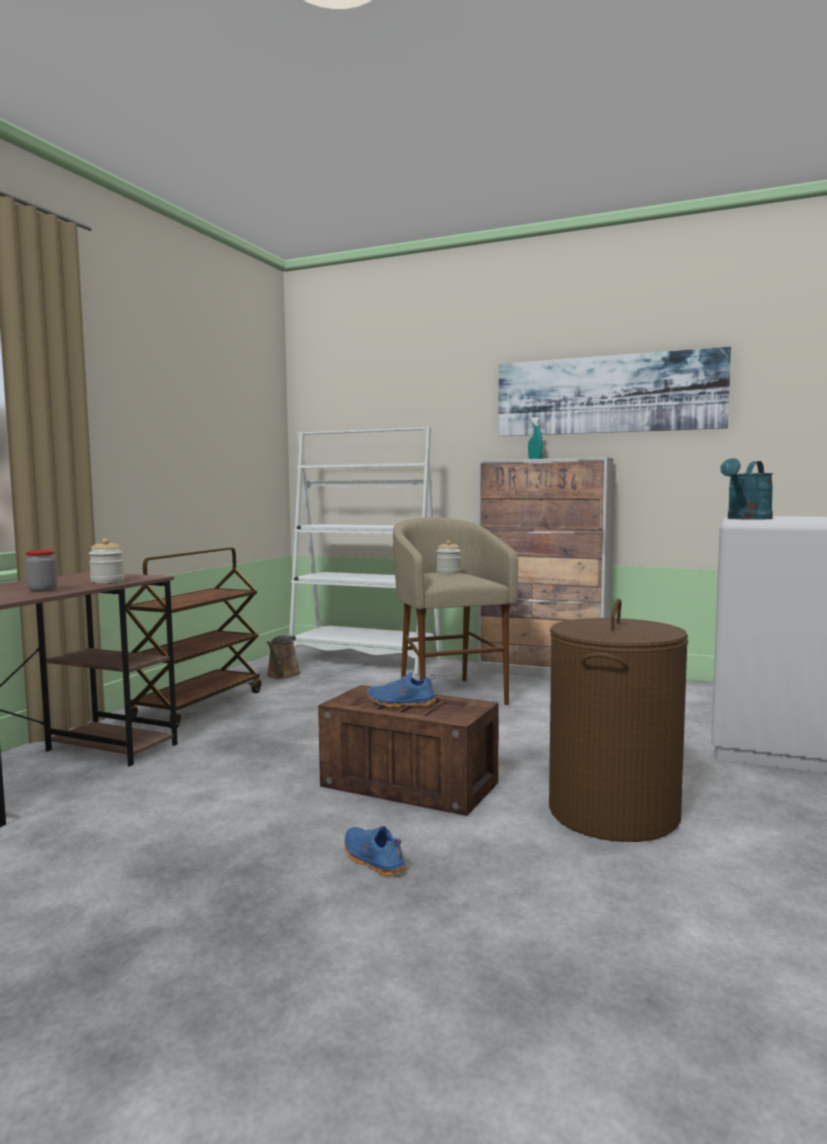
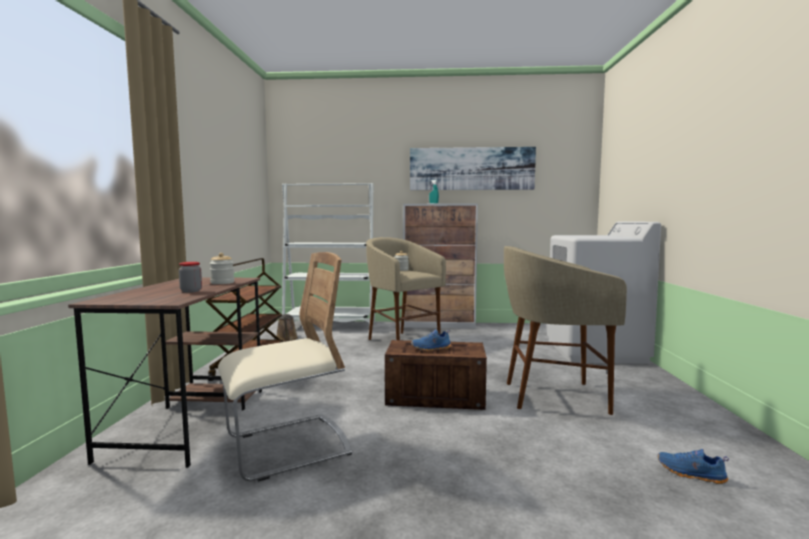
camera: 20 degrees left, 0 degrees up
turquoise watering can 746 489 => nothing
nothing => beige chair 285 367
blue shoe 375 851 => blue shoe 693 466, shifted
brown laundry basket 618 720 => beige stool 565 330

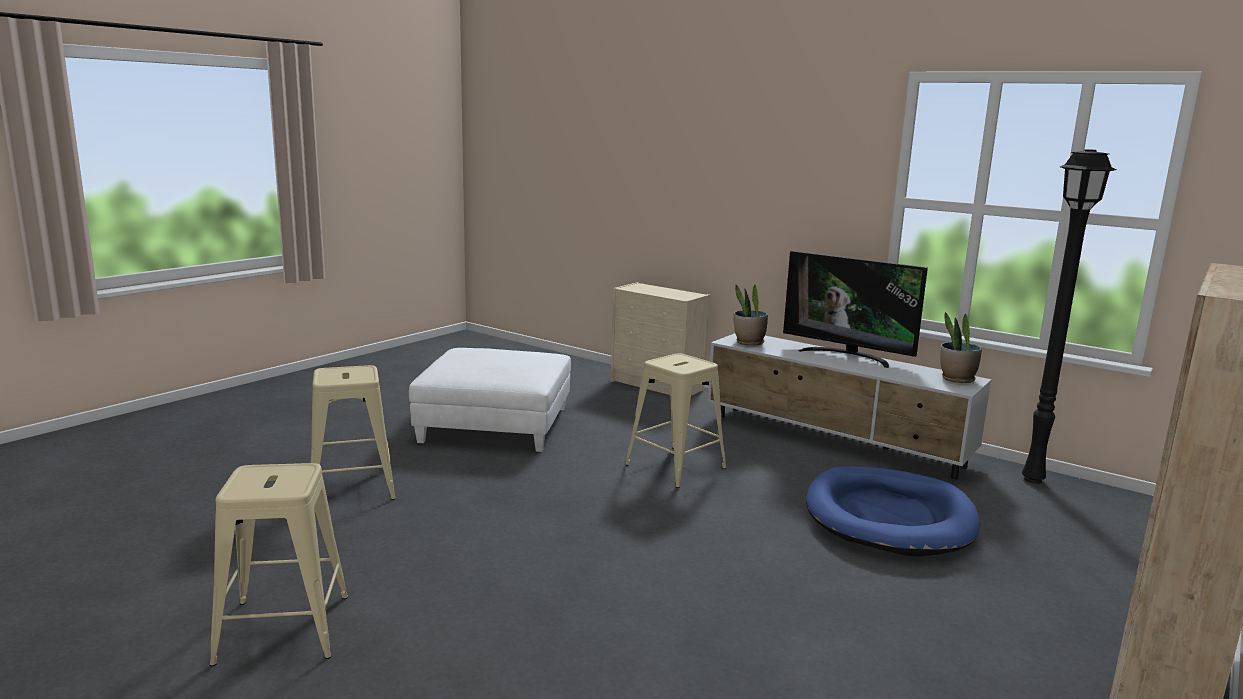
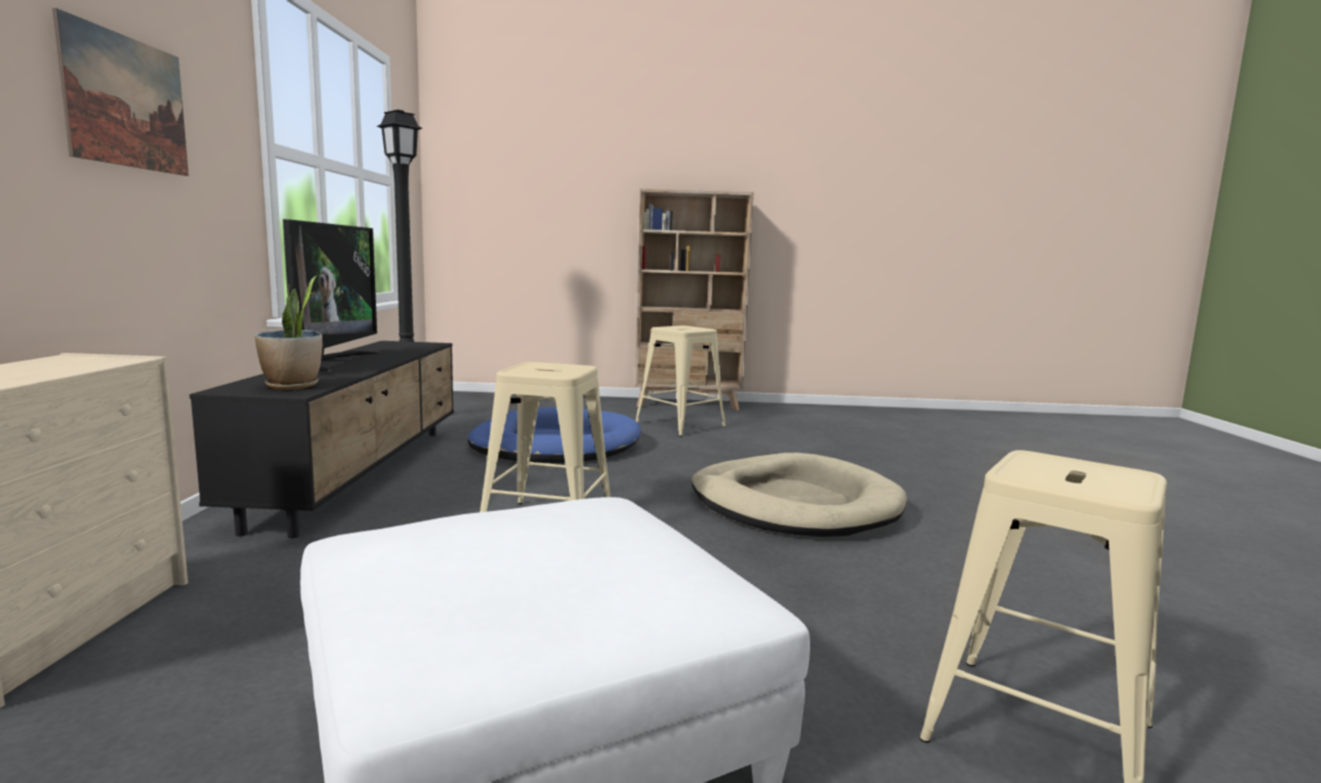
camera: 125 degrees left, 5 degrees down
potted plant 961 347 => nothing
nothing => picture 120 92
nothing => beige dog bed 799 495
beige stool 279 564 => beige stool 681 381, shifted
white tv stand 849 406 => black tv stand 321 439

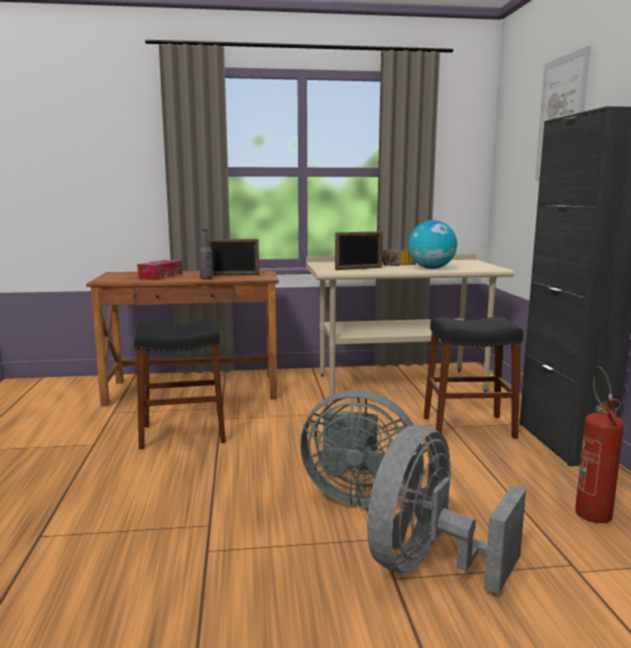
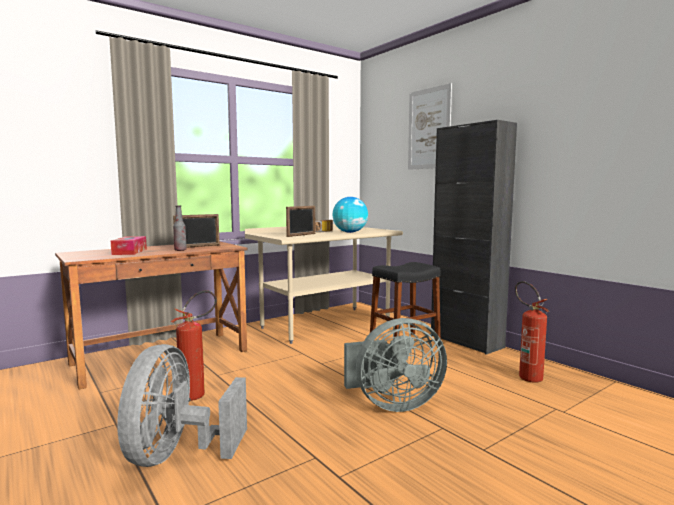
camera: 30 degrees left, 5 degrees down
grey fan 446 510 => grey fan 182 405, shifted
black stool 180 384 => fire extinguisher 194 345

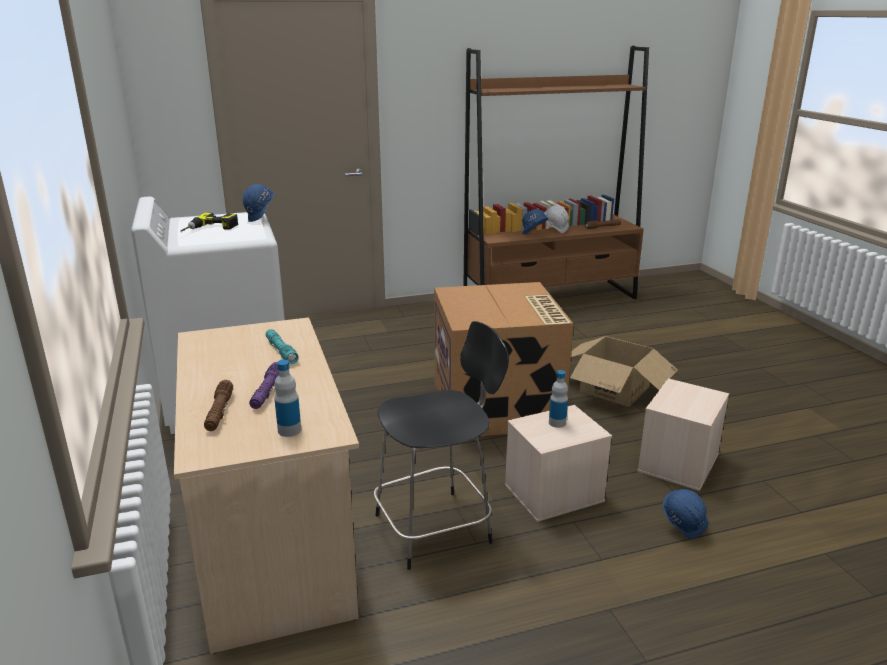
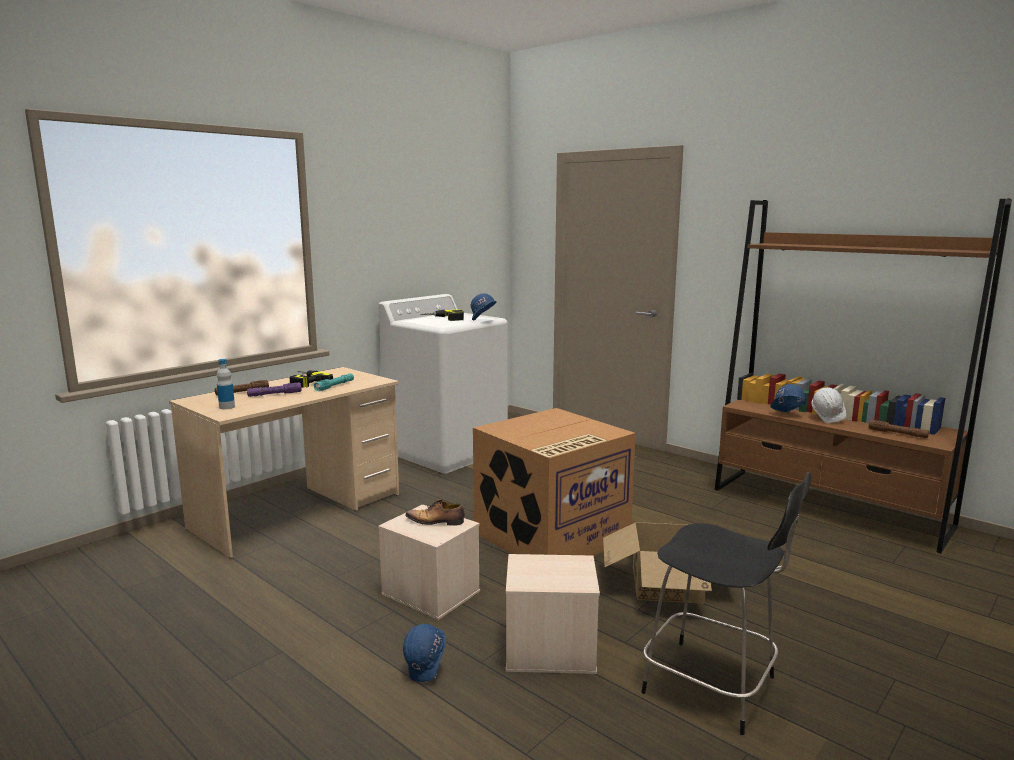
camera: 60 degrees right, 10 degrees down
nothing => power drill 311 379
black stool 441 445 => black stool 726 603, shifted
bottle 558 399 => shoe 435 512

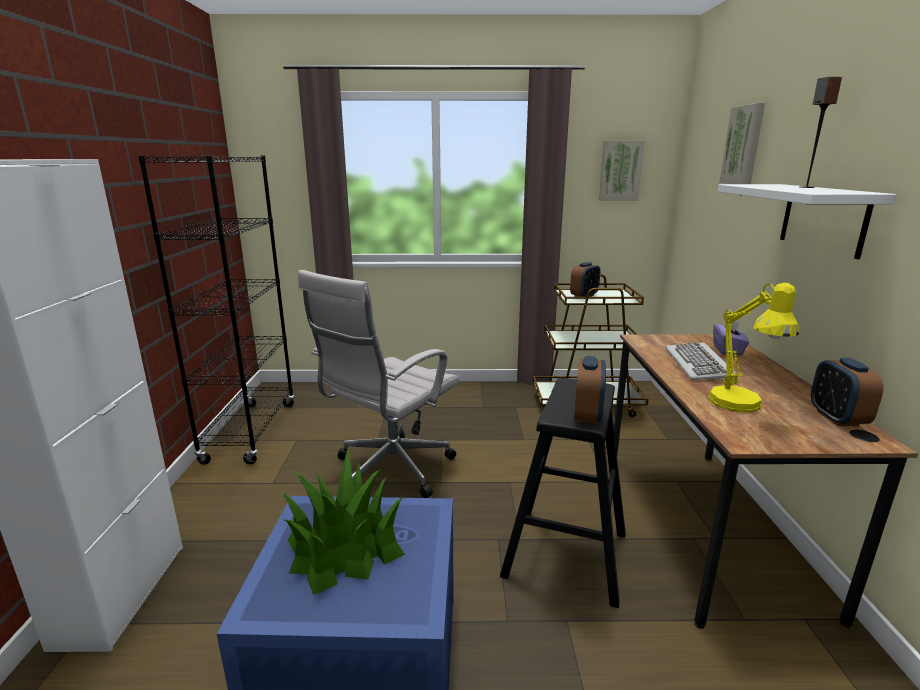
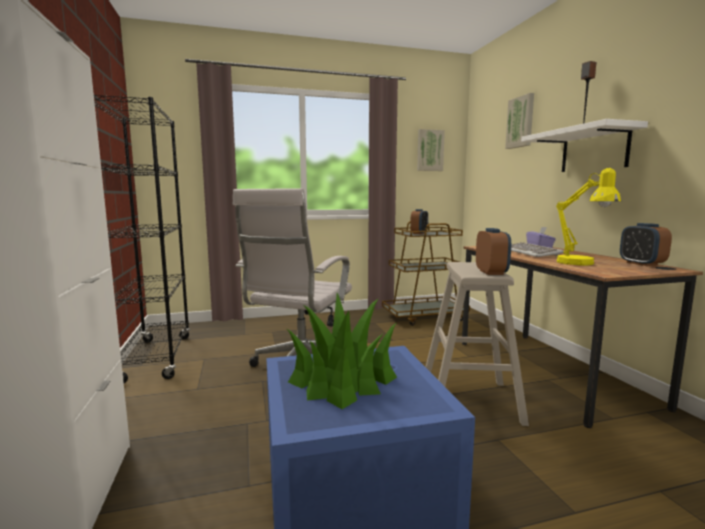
camera: 15 degrees left, 10 degrees down
black stool 563 493 => beige stool 477 344

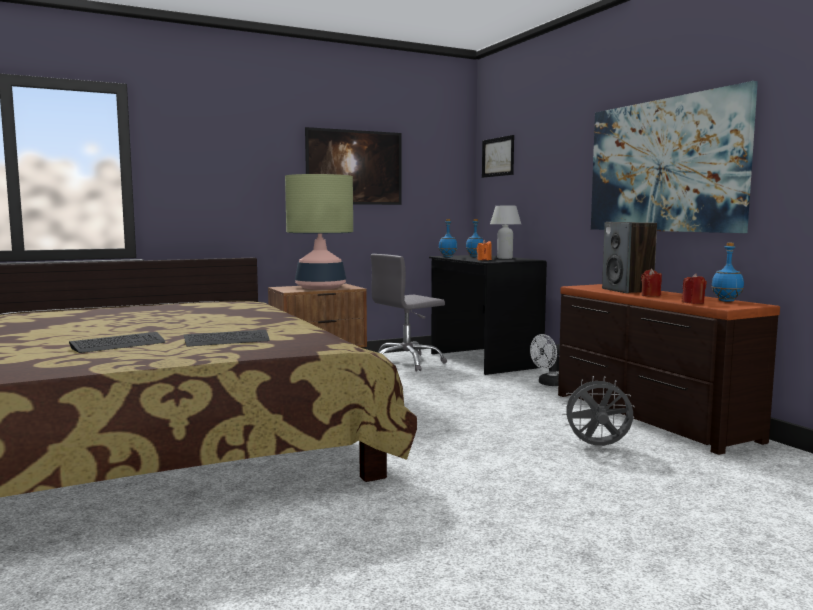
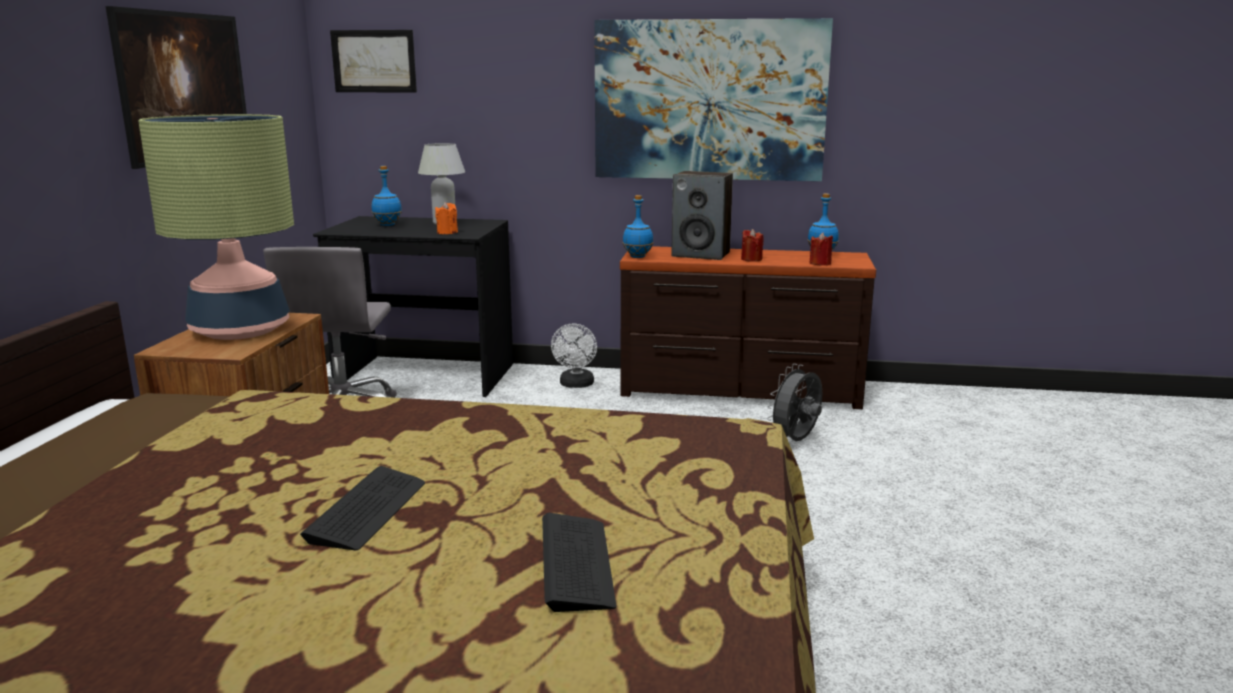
camera: 55 degrees left, 10 degrees up
keyboard 227 338 => keyboard 362 508, shifted
blue bottle 448 238 => blue bottle 638 226, shifted

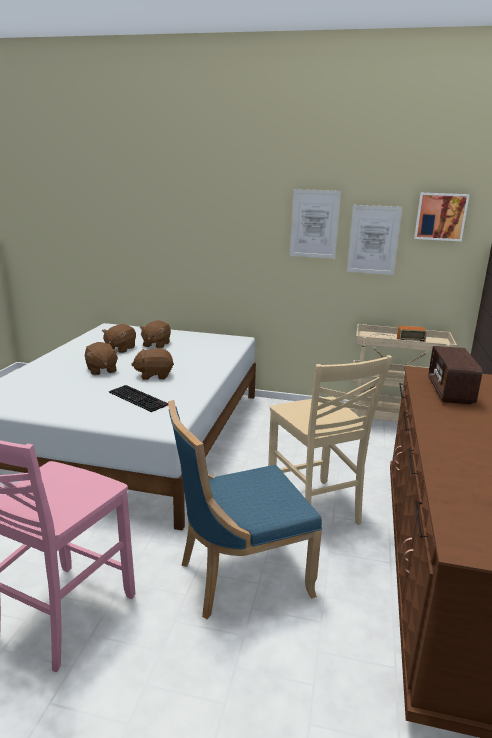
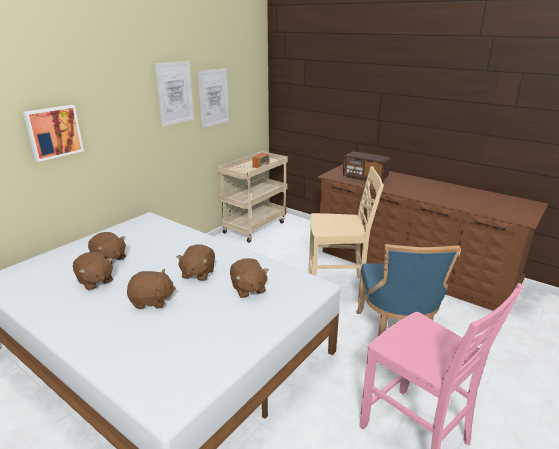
camera: 65 degrees left, 5 degrees up
picture 442 217 => picture 53 133, shifted
keyboard 139 398 => brown plush toy 249 278

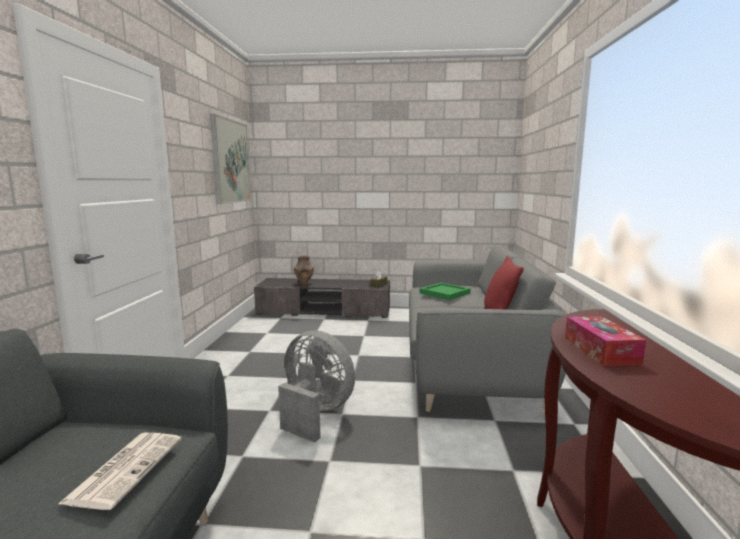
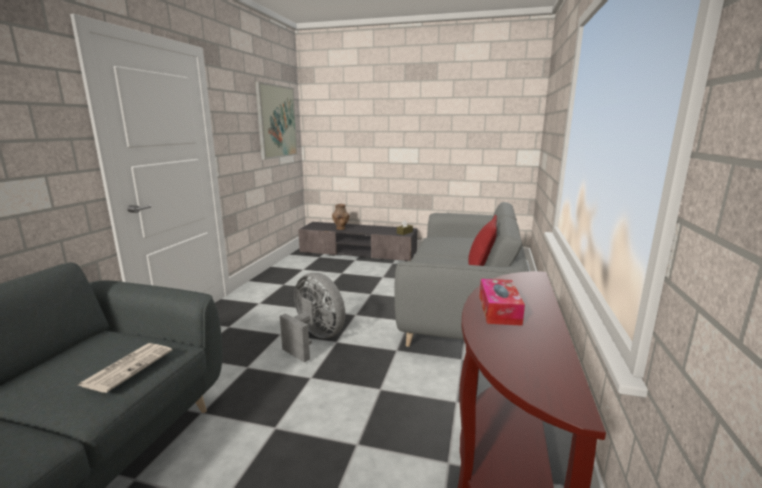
camera: 10 degrees right, 5 degrees up
green tray 445 291 => nothing

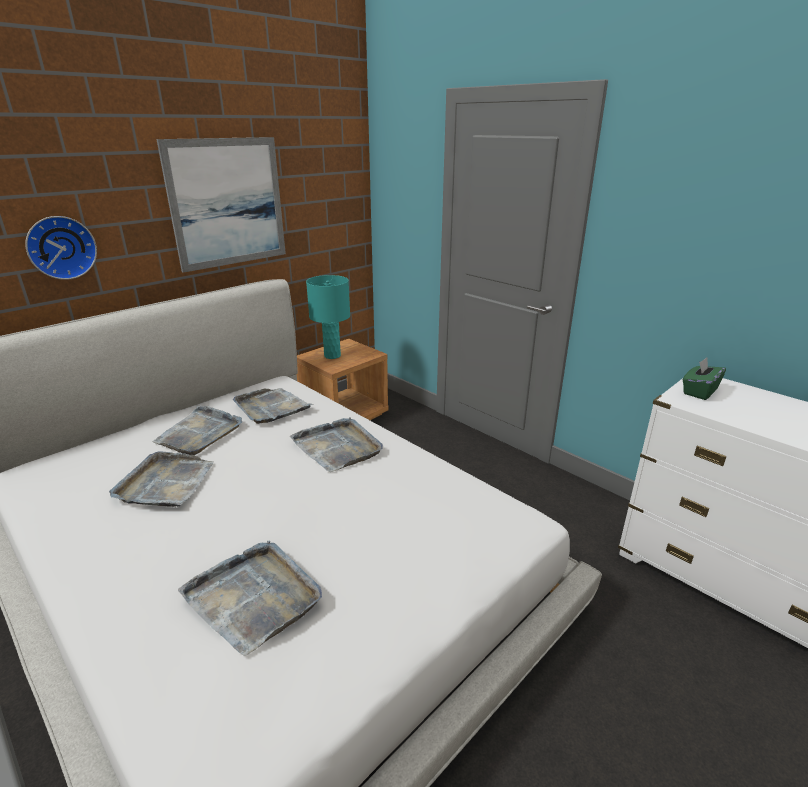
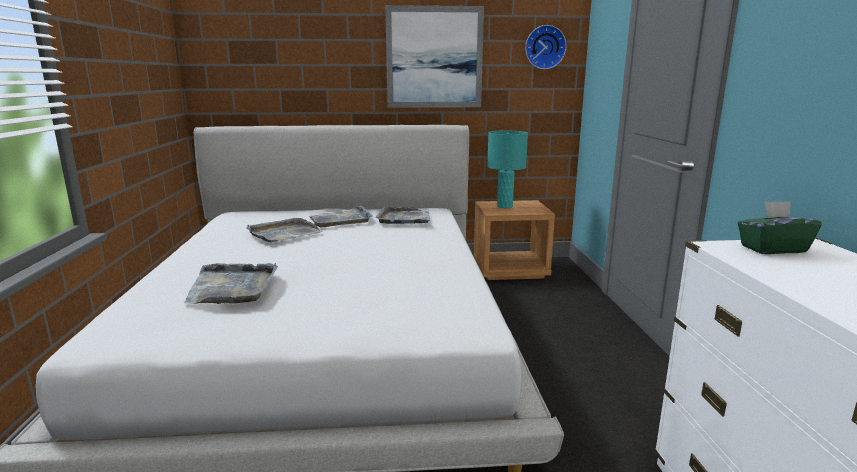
camera: 40 degrees right, 10 degrees down
grey tray 336 444 => nothing
wall clock 61 248 => wall clock 545 47, shifted

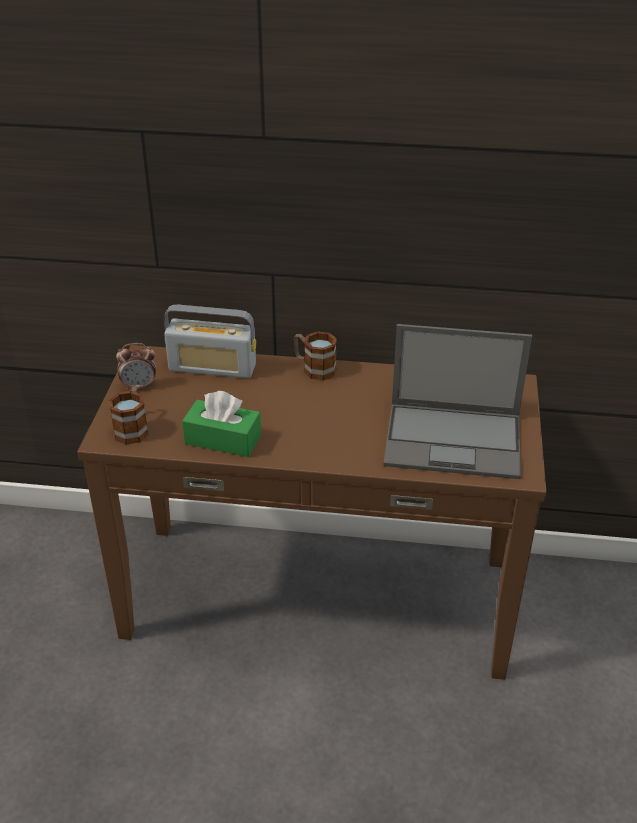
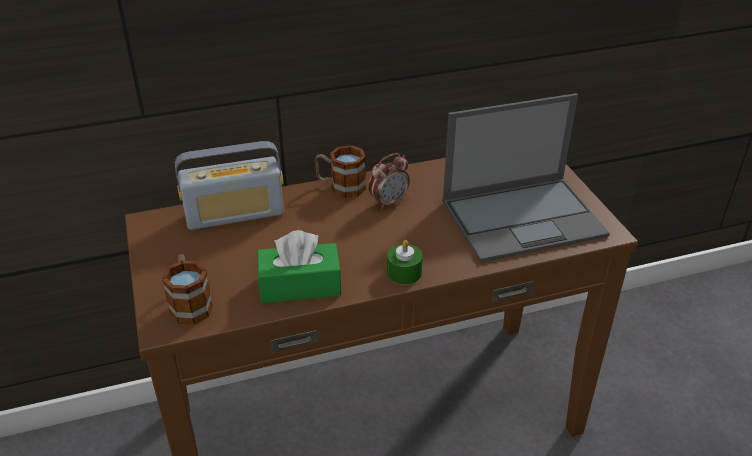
camera: 25 degrees left, 0 degrees up
nothing => green candle 405 262
alarm clock 136 367 => alarm clock 389 181, shifted

